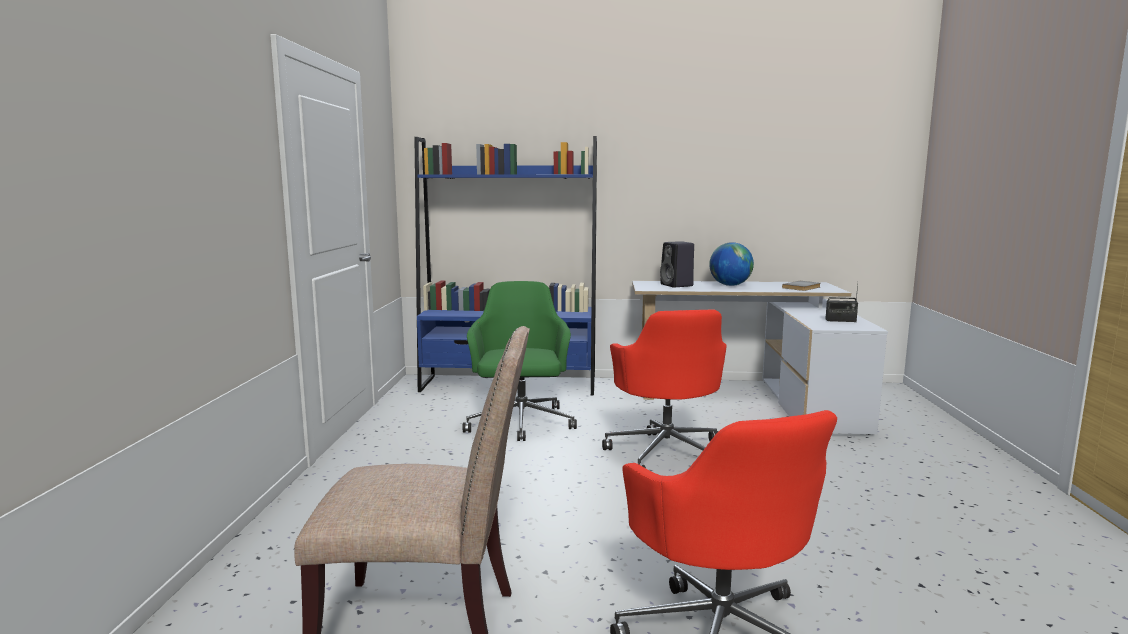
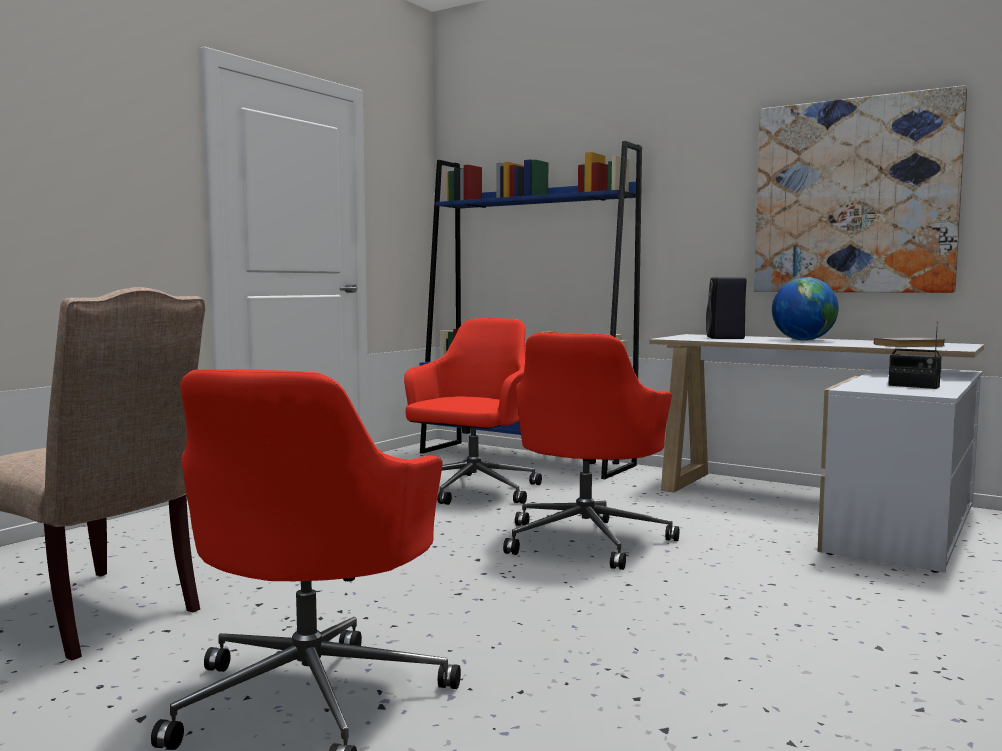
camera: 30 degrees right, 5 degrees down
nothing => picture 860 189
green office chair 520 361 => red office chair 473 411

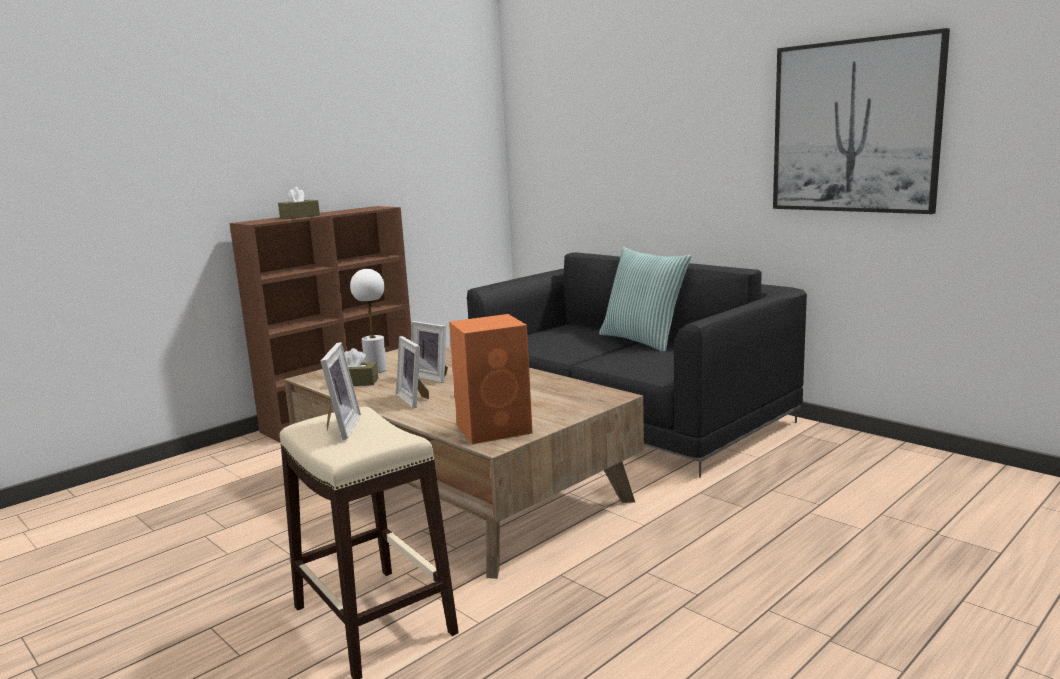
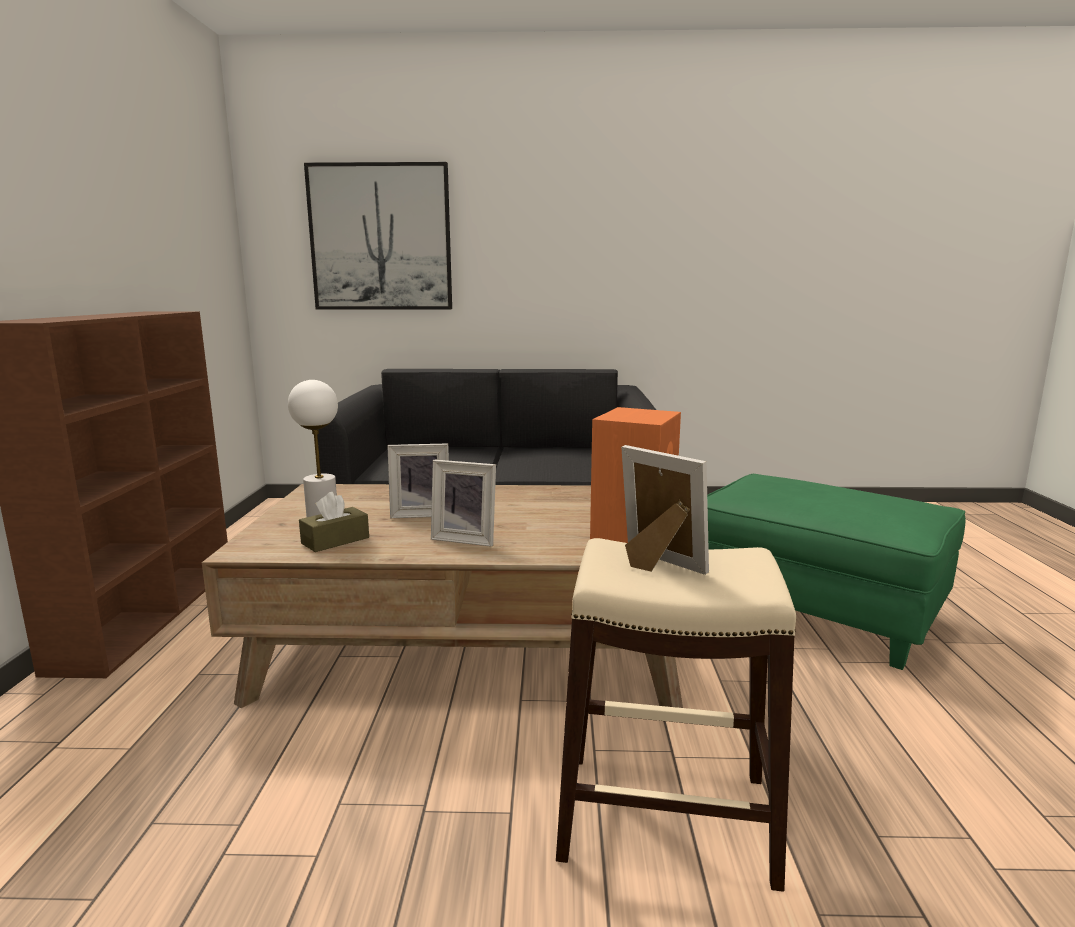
camera: 45 degrees left, 0 degrees up
brown tissue box 299 203 => nothing
pillow 645 299 => nothing
nothing => green ottoman 836 572
picture 861 121 => picture 378 235, shifted

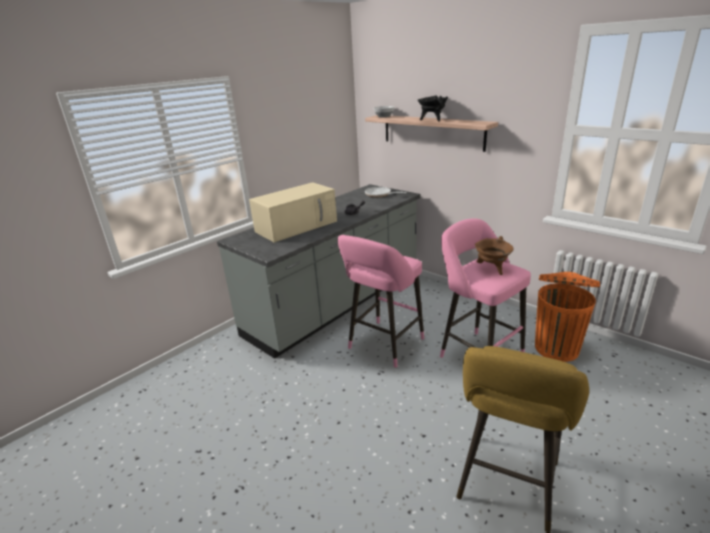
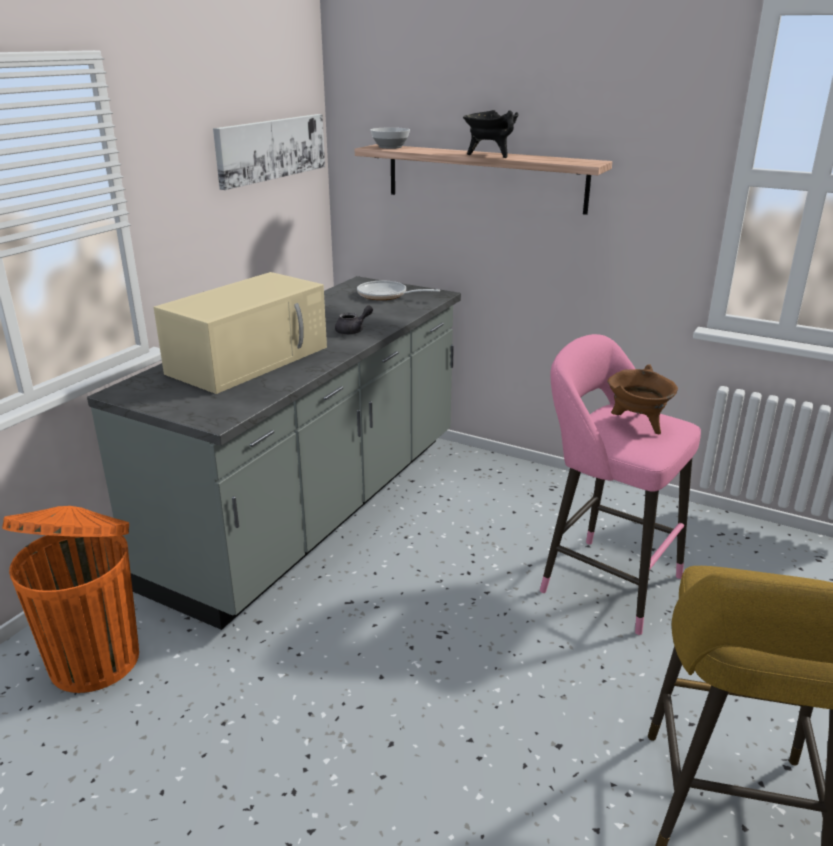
camera: 15 degrees left, 0 degrees up
pink stool 381 301 => nothing
nothing => picture 269 152
orange trash can 567 317 => orange trash can 70 599, shifted

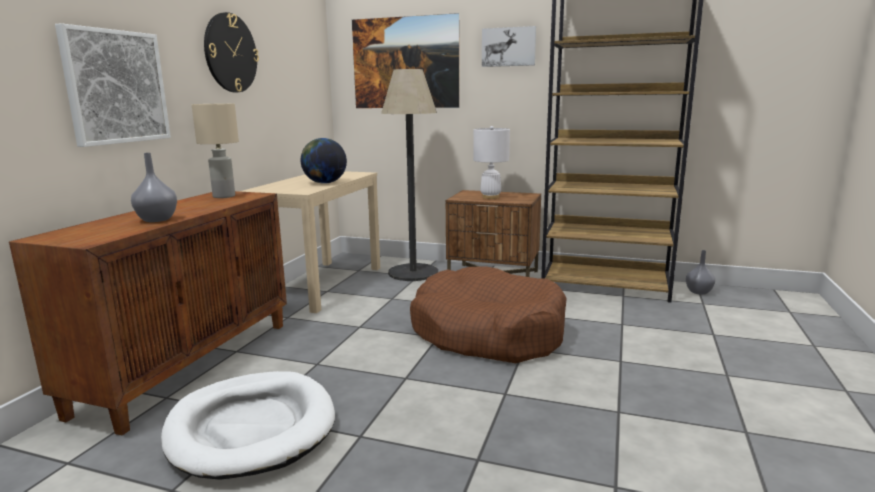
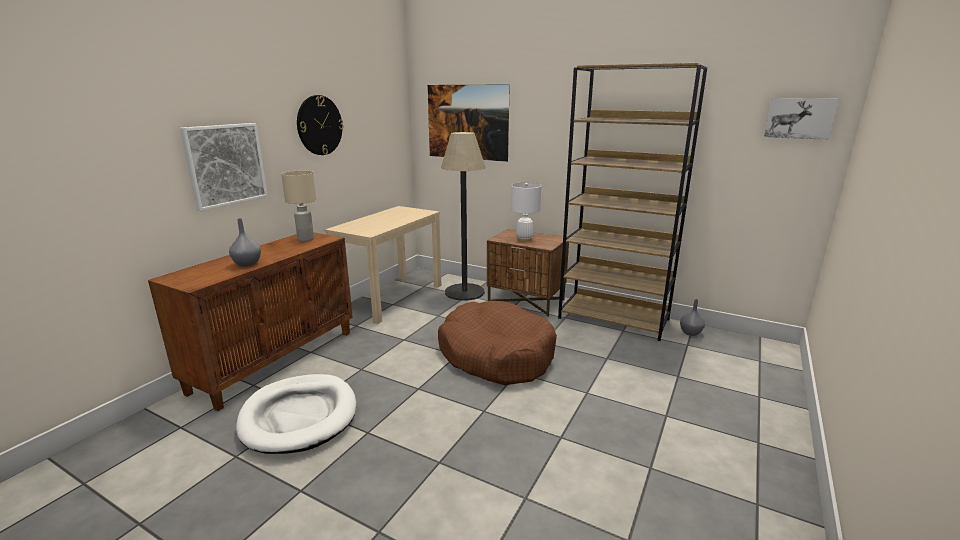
camera: 10 degrees right, 5 degrees up
globe 324 161 => nothing
picture 509 46 => picture 801 119, shifted

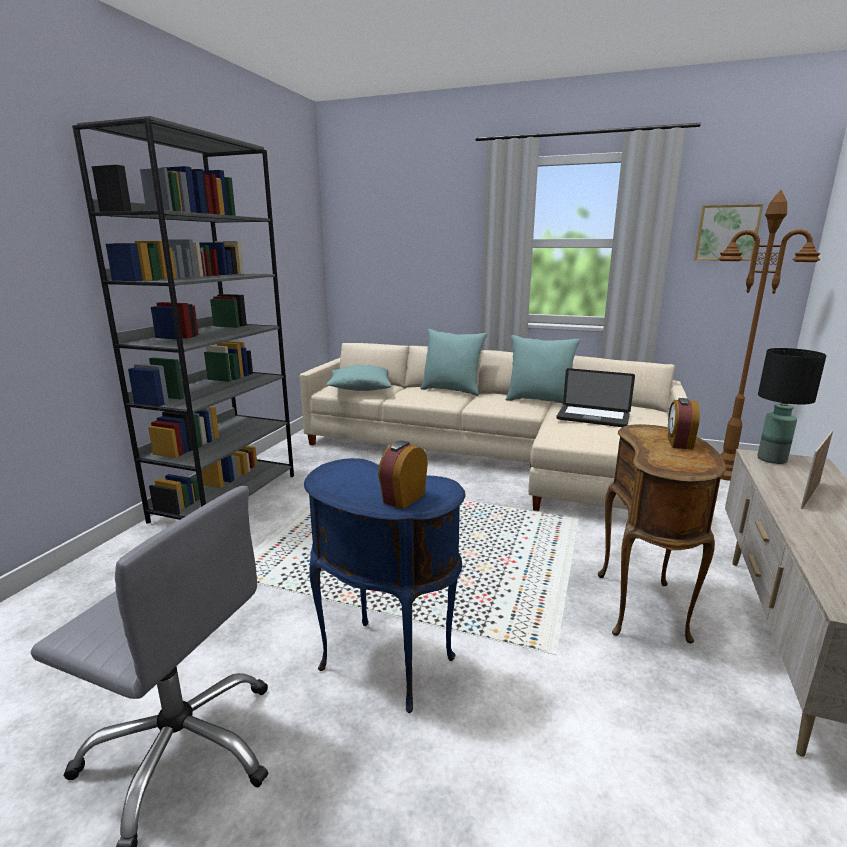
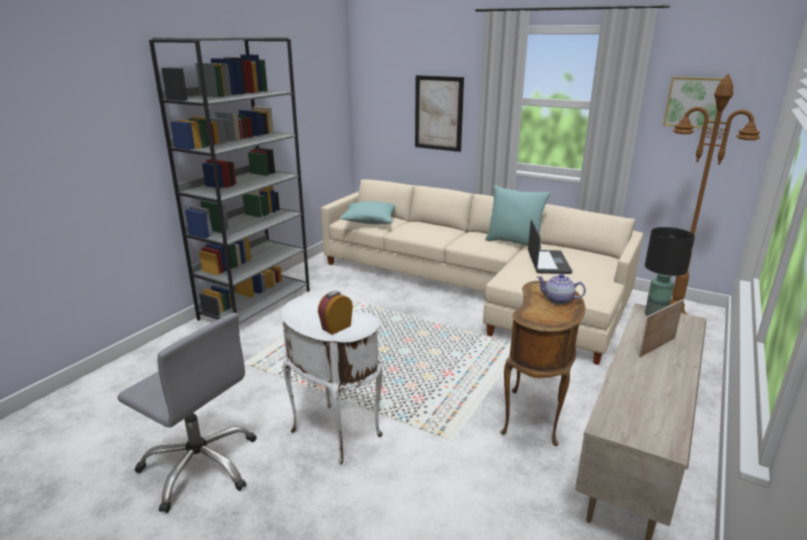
camera: 10 degrees right, 5 degrees up
turquoise pillow 453 362 => nothing
nothing => picture 439 113
alarm clock 683 424 => teapot 561 289
blue side table 385 585 => white side table 331 379
laptop 595 397 => laptop 550 246, 120 degrees counterclockwise

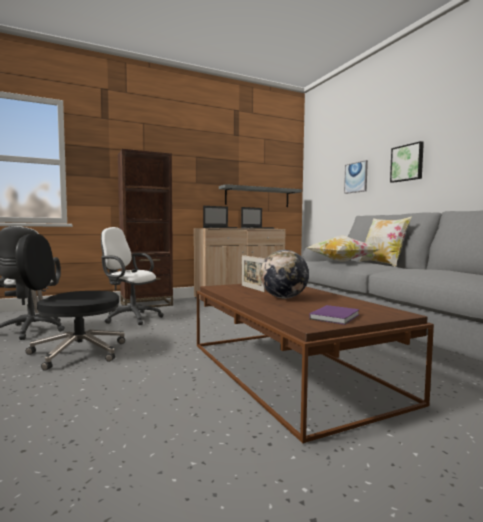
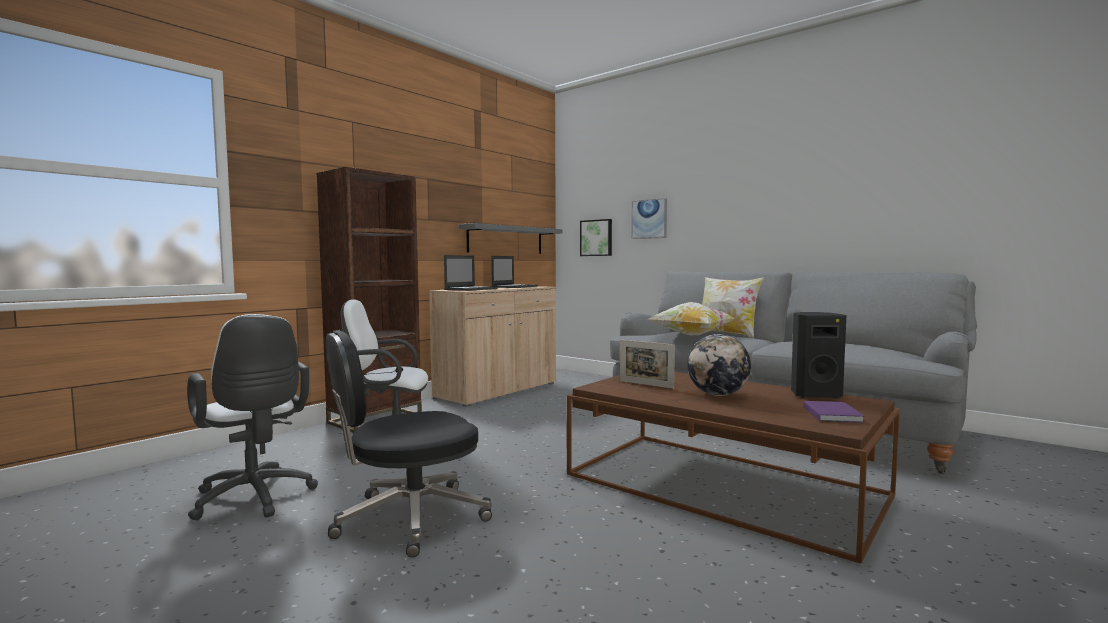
camera: 25 degrees left, 0 degrees up
nothing => black speaker 818 355
picture 407 162 => picture 596 237, shifted

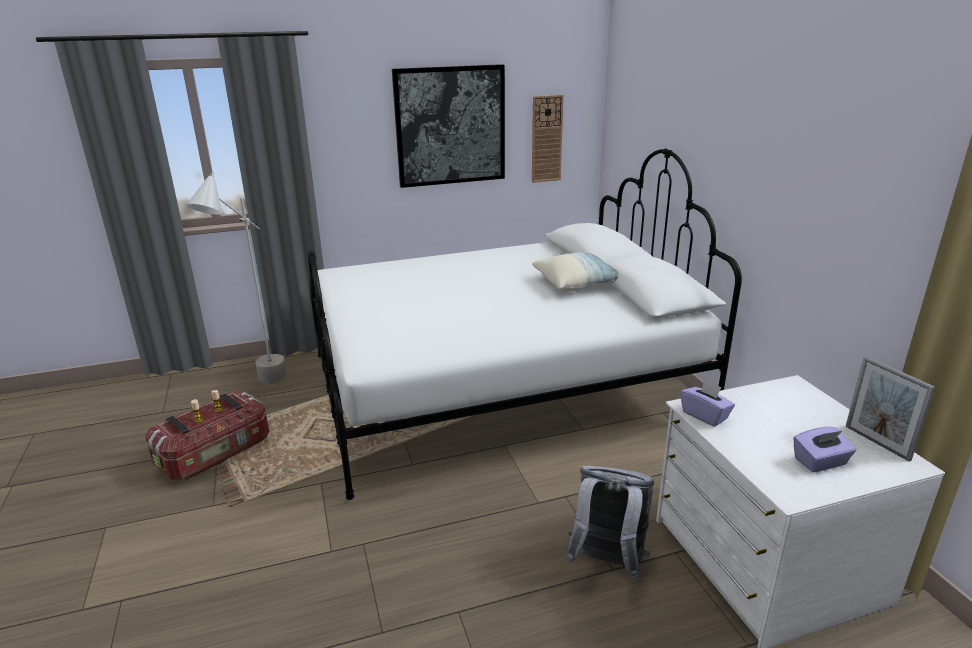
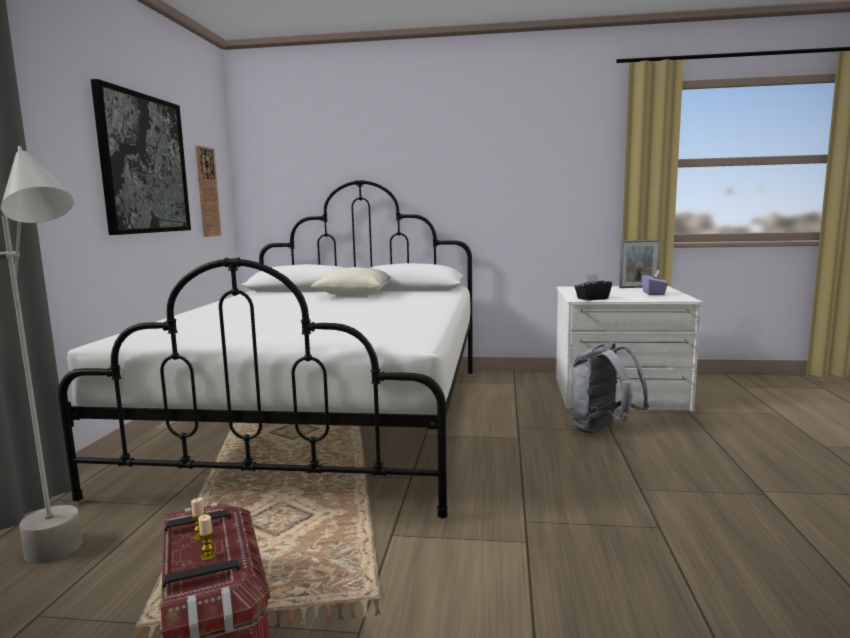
camera: 65 degrees left, 15 degrees down
purple tissue box 707 403 => black tissue box 593 286

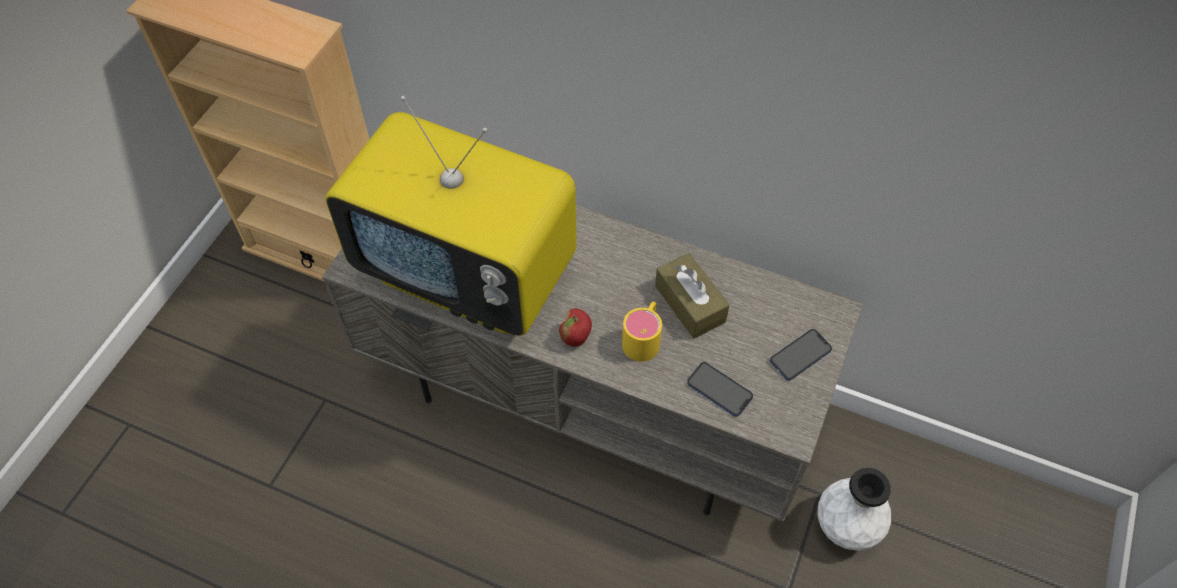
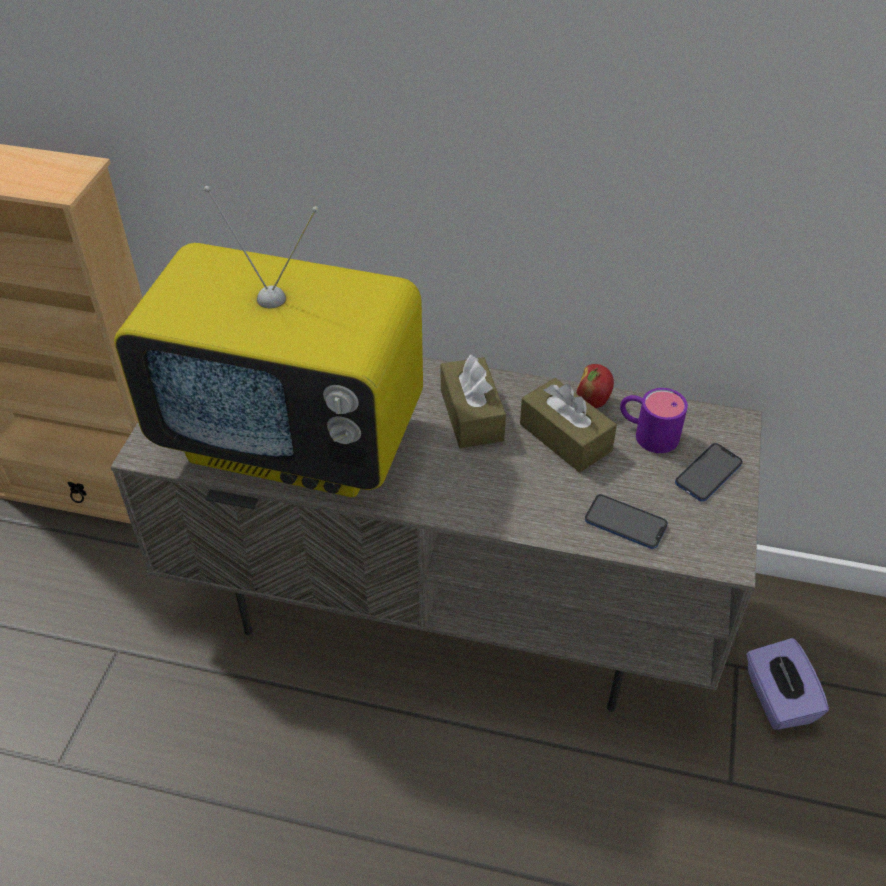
camera: 10 degrees left, 10 degrees down
yellow mug 642 332 => nothing
nothing => brown tissue box 473 401
nothing => purple mug 654 420
apple 575 327 => apple 595 386, shifted
white vase 854 509 => purple tissue box 787 684

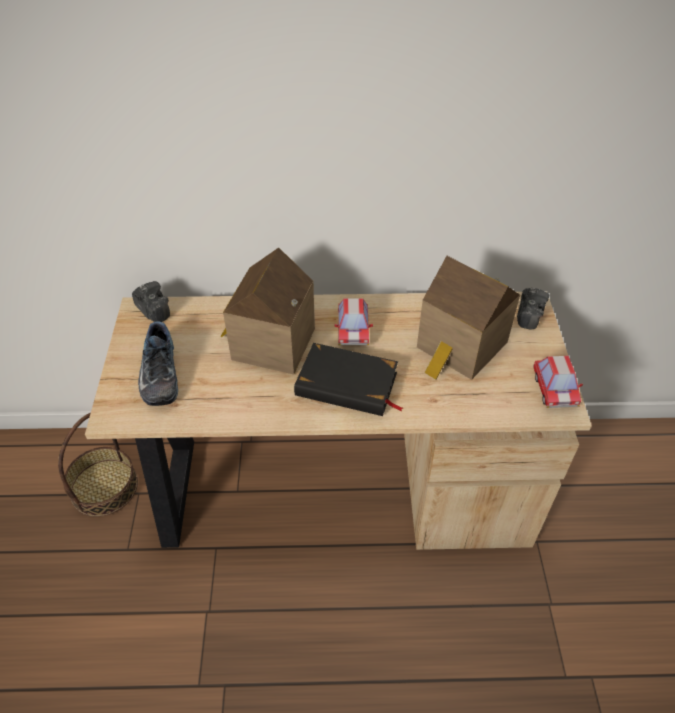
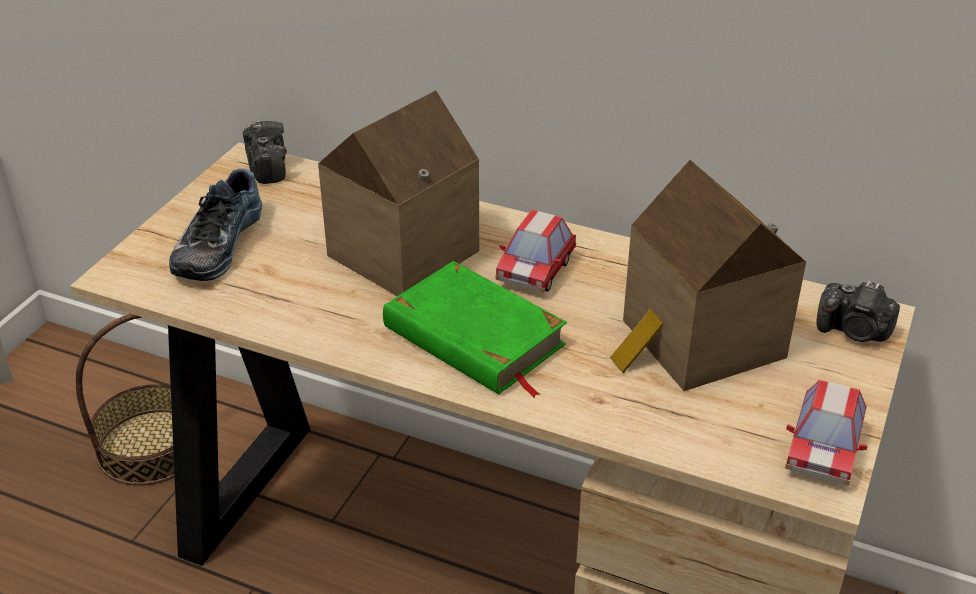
camera: 25 degrees right, 10 degrees down
black book 348 379 => green book 475 329
photo camera 533 308 => photo camera 858 311, 75 degrees clockwise

